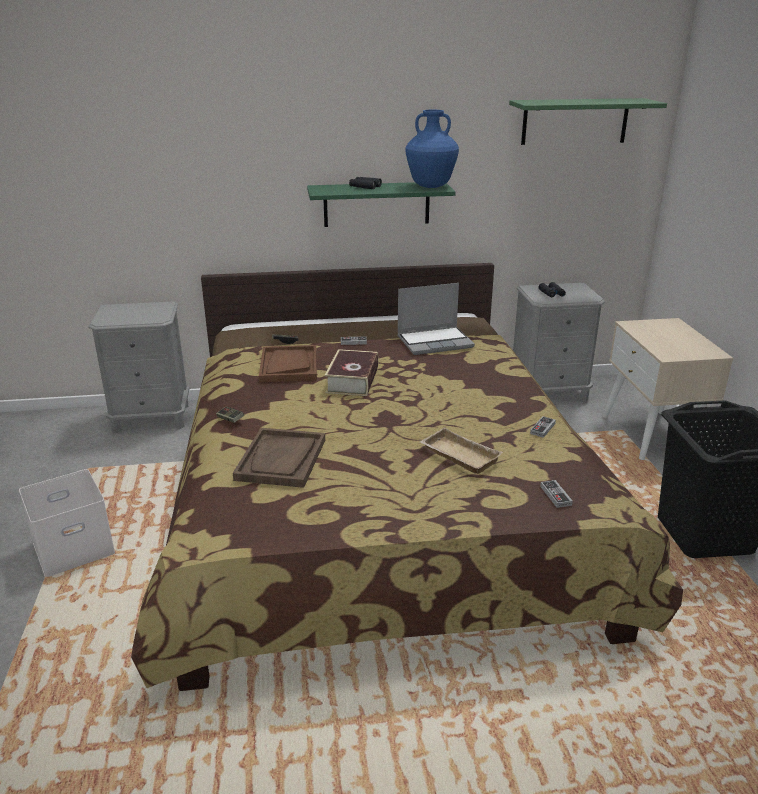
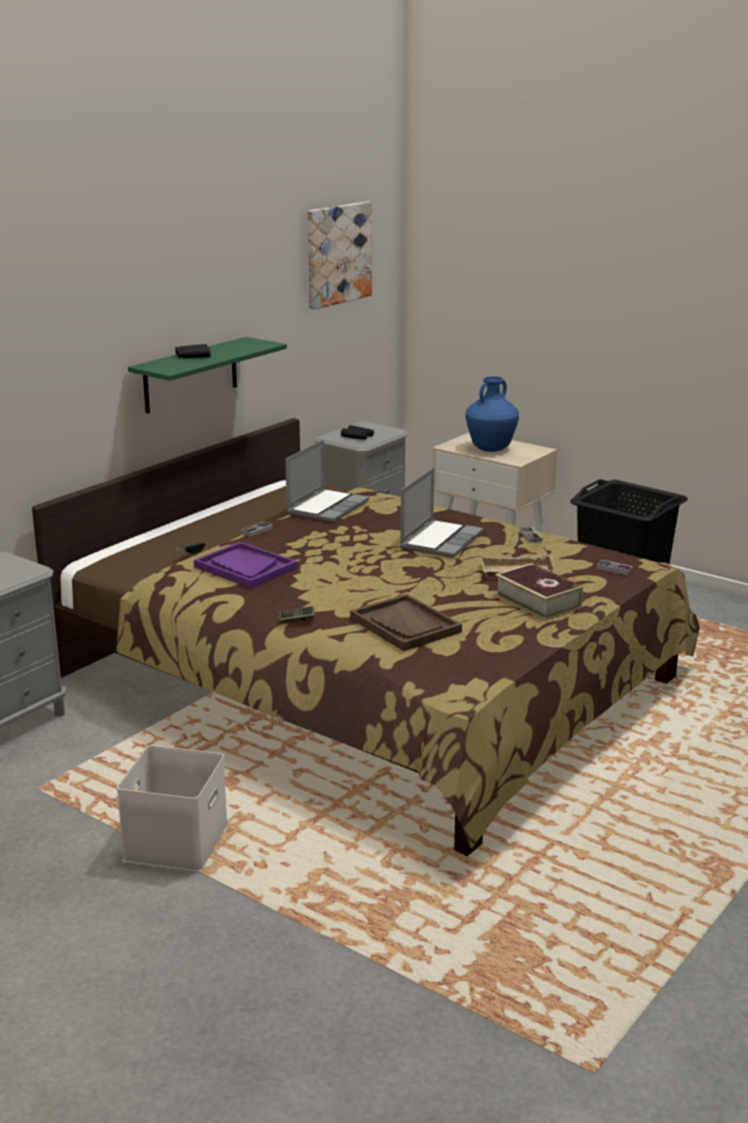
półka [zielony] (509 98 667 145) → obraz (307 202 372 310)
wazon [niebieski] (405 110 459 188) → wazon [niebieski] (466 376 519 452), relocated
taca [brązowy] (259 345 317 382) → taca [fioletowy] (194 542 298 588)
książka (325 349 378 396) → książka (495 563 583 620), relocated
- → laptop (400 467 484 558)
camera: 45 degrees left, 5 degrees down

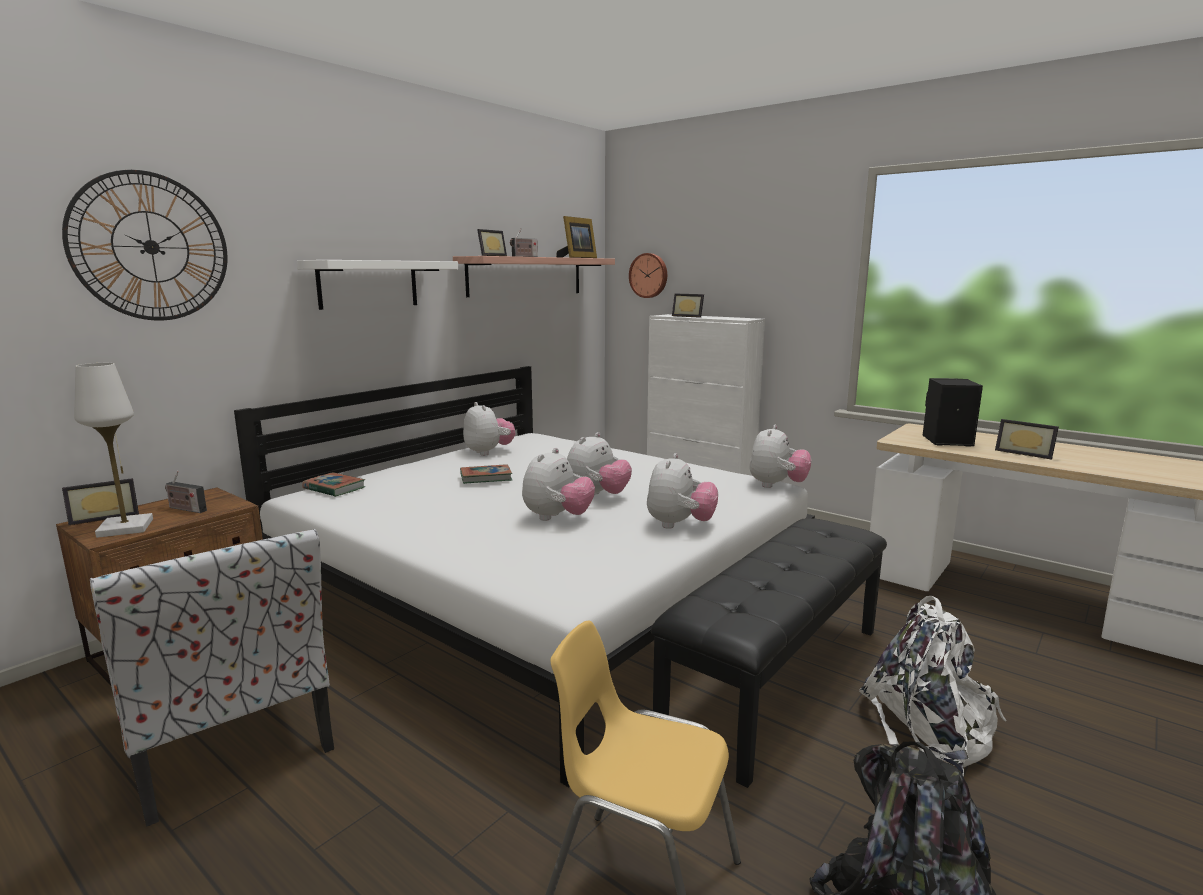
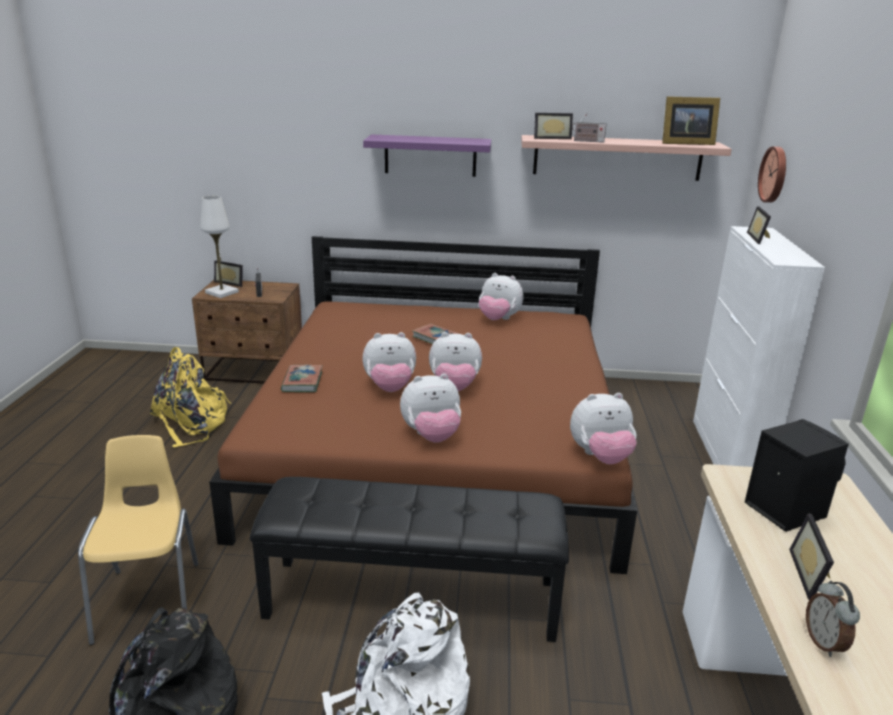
zegar ścienny (62 170 227 321) → -
półka [biały] (297 260 458 310) → półka [fioletowy] (363 134 491 177)
łóżko [biały] (234 366 815 787) → łóżko [brązowy] (209 236 637 574)
pluszak (463 402 515 456) → pluszak (479 273 524 320), 90 degrees clockwise
książka (302 472 365 497) → książka (281 365 323 392), relocated
krzesło (90 529 334 827) → plecak [żółty] (150 347 231 448)
- → budzik (806 581 860 657)
camera: 55 degrees right, 10 degrees up

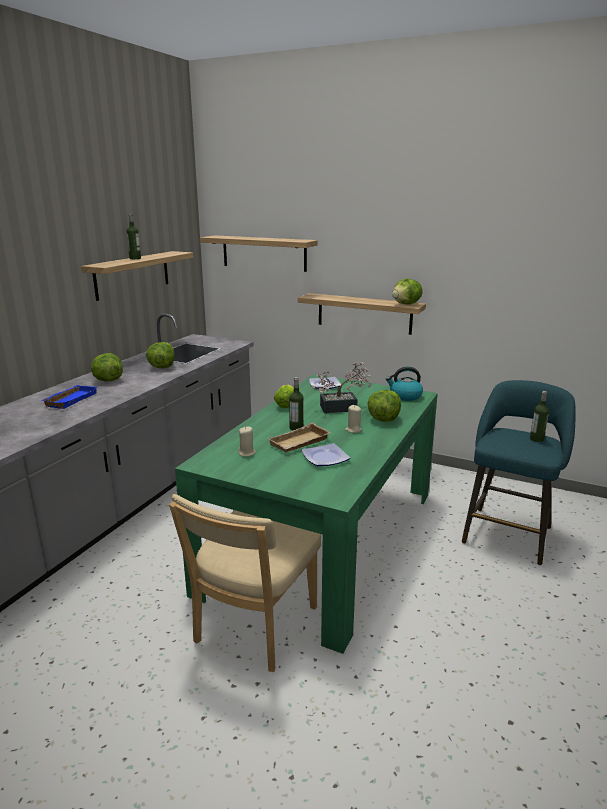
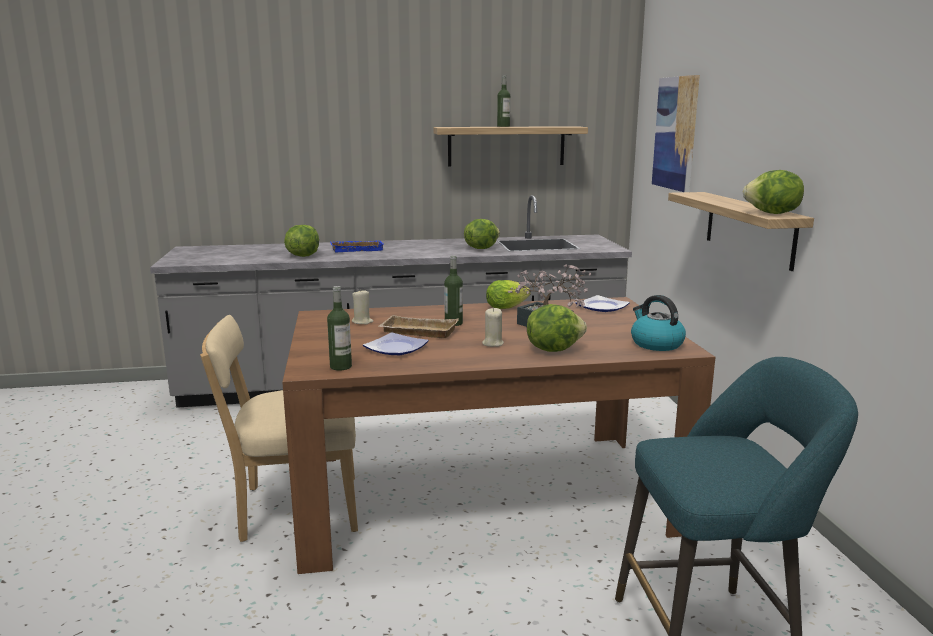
półka (200 235 317 272) → obraz (652 75 700 192)
sałata (91 353 123 381) → sałata (284 225 319 257), relocated
stół jadalny [zielony] (175 374 438 654) → stół jadalny [brązowy] (282 297 715 574)
butelka (530 391 549 442) → butelka (327 286 352 371), relocated
camera: 55 degrees right, 5 degrees down

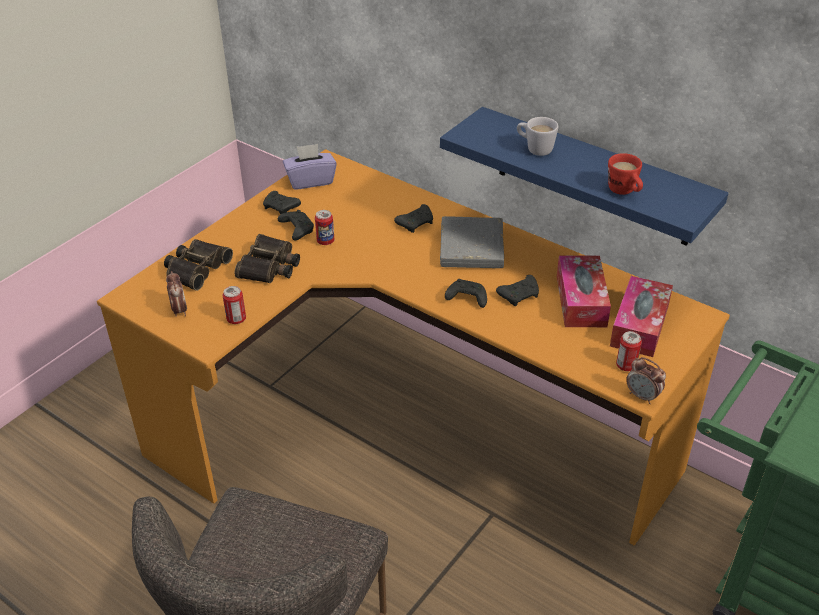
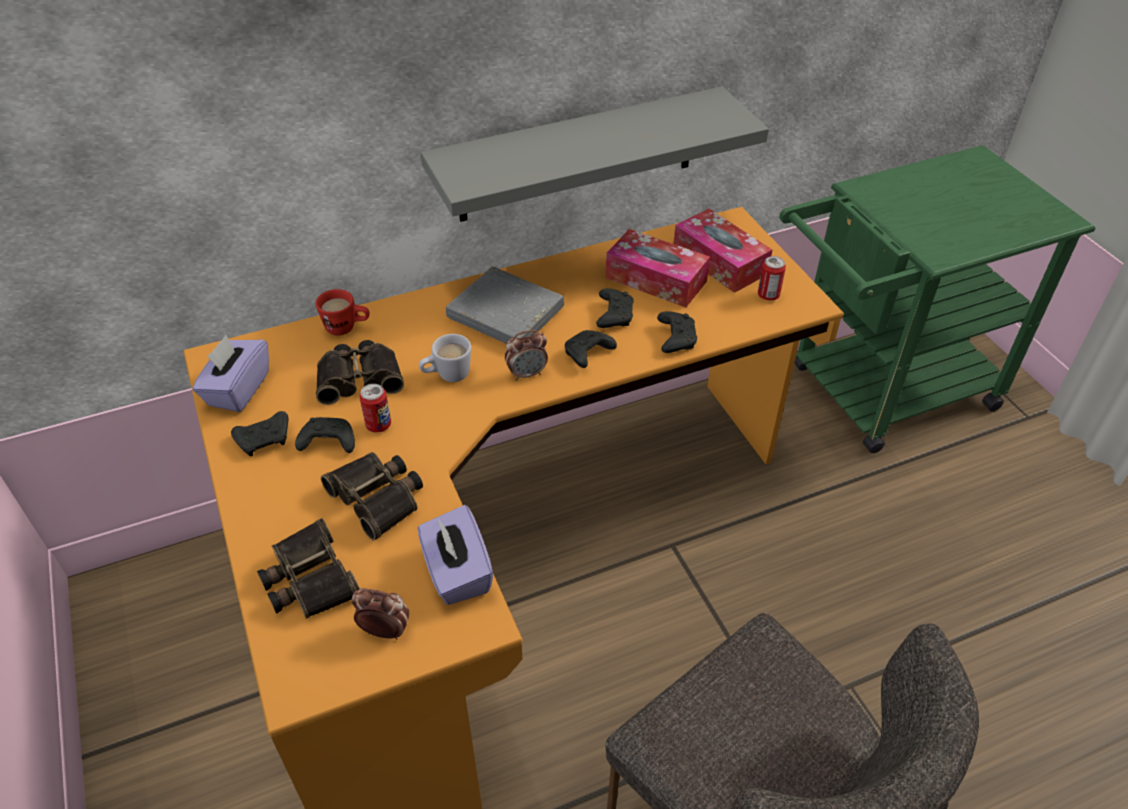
półka [niebieski] (440 107 728 246) → półka [szary] (420 86 769 222)
kubek [biały] (517 117 558 156) → kubek [biały] (419 334 471 382), relocated
kubek [czerwony] (608 153 643 195) → kubek [czerwony] (316 289 370 336), relocated
pad do gier [czarny] (394 204 433 233) → pad do gier [czarny] (657 311 697 353), relocated
puszka (222 286 246 324) → pudełko chusteczek [fioletowy] (418 505 493 605)
budzik (626 357 666 404) → budzik (505 330 548 381), relocated
- → lornetka (316 340 404 405)
camera: 60 degrees left, 5 degrees up

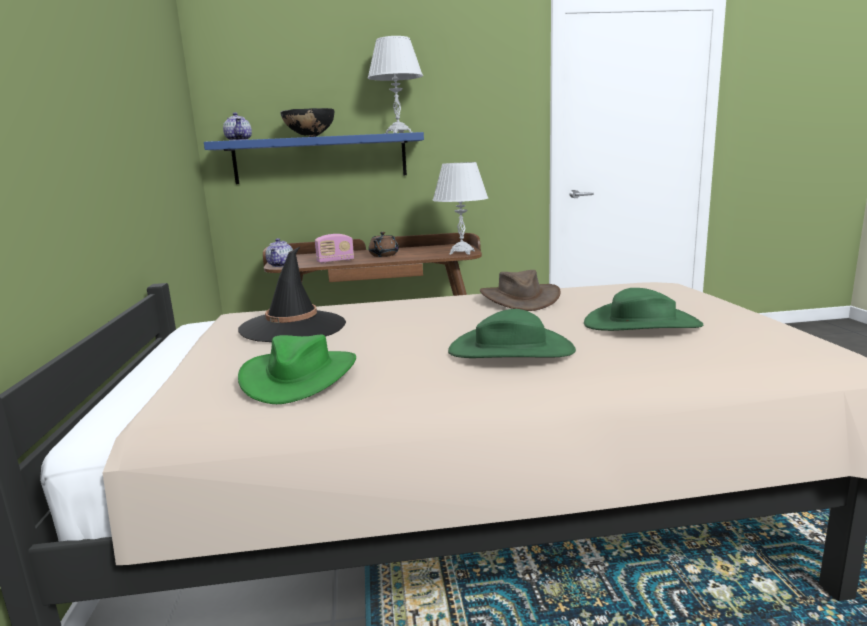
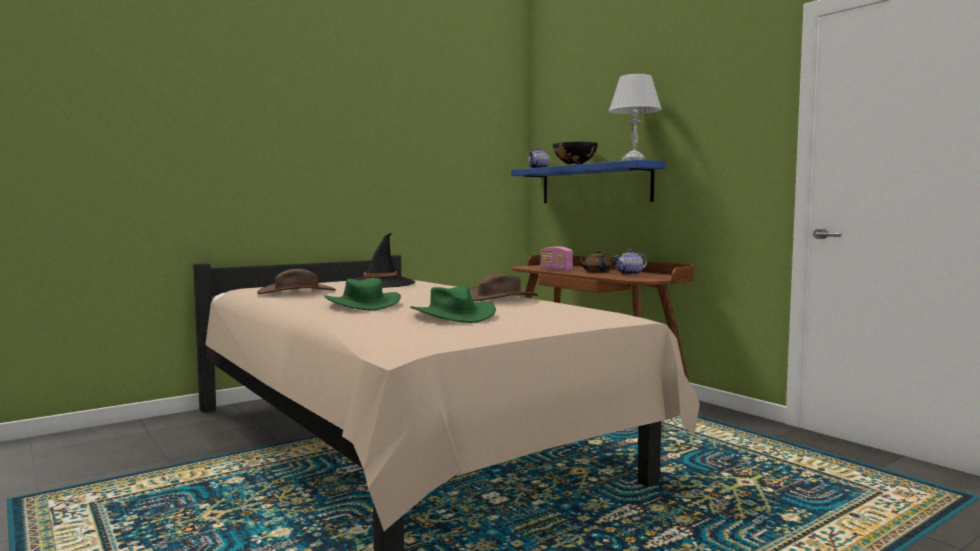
lampa stołowa [biały] (432 162 488 255) → -
imbryk (265 238 293 267) → imbryk (613 249 648 275), relocated
kapelusz [zielony] (238 335 356 404) → kapelusz [brązowy] (257 269 336 294)
camera: 60 degrees right, 10 degrees down

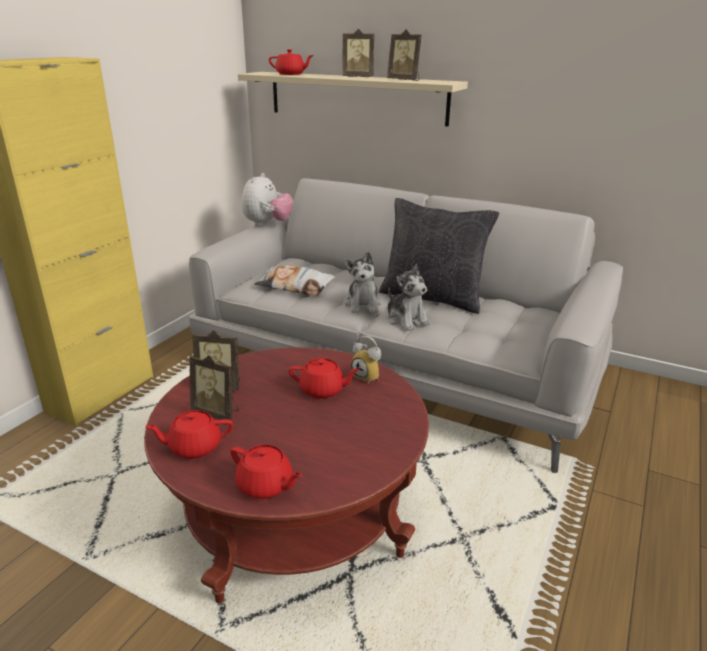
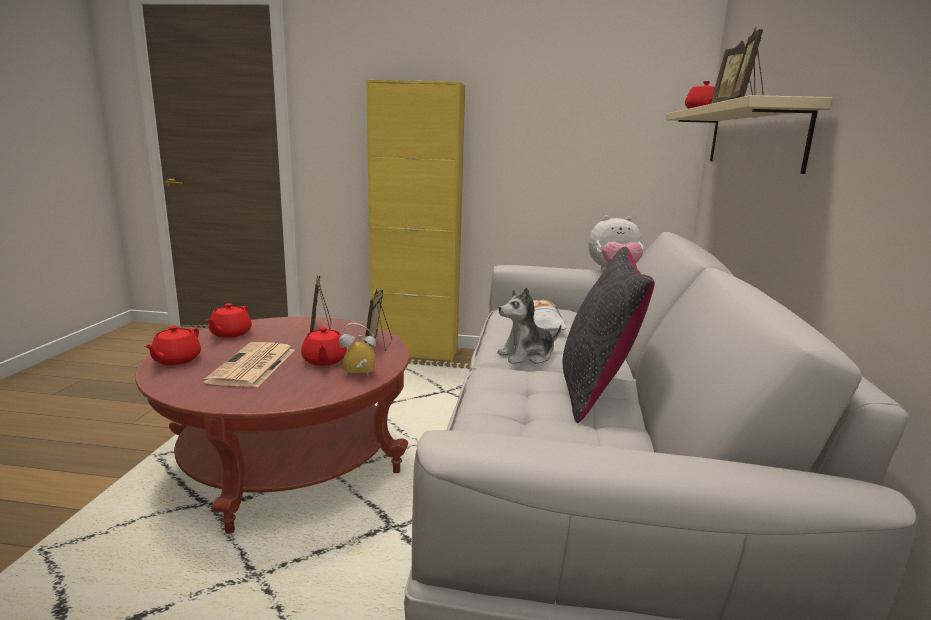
pluszak (387 264 431 331) → -
budzik (351 336 381 384) → budzik (339 323 376 377), 60 degrees clockwise
ramka na zdjęcie (189 355 239 421) → ramka na zdjęcie (364 289 392 351), relocated
imbryk [czerwony] (145 410 233 459) → imbryk [czerwony] (207 303 252 338), 135 degrees counterclockwise
- → gazeta (203 342 295 387)
camera: 70 degrees right, 10 degrees down

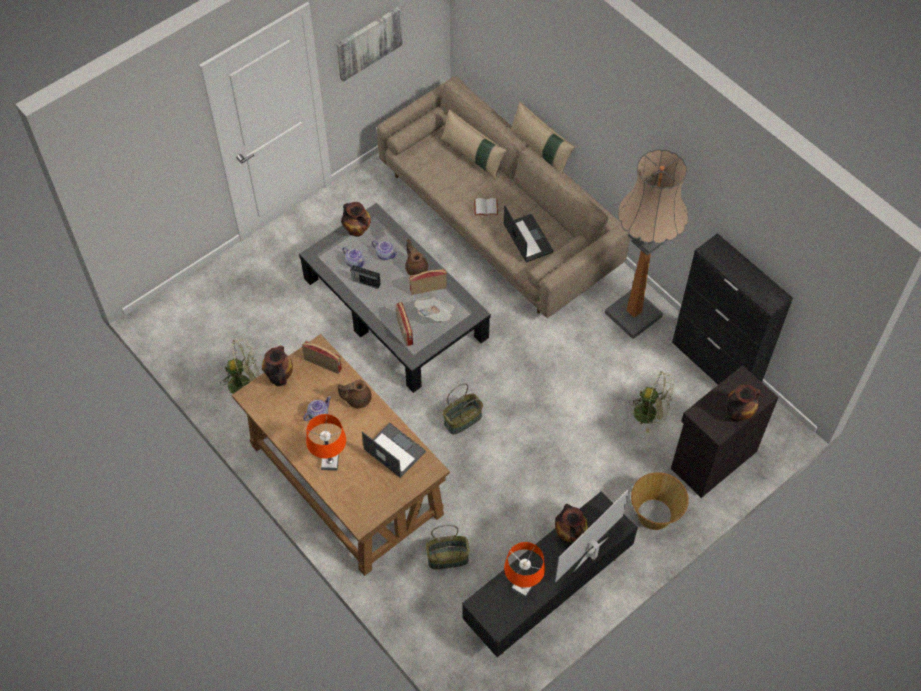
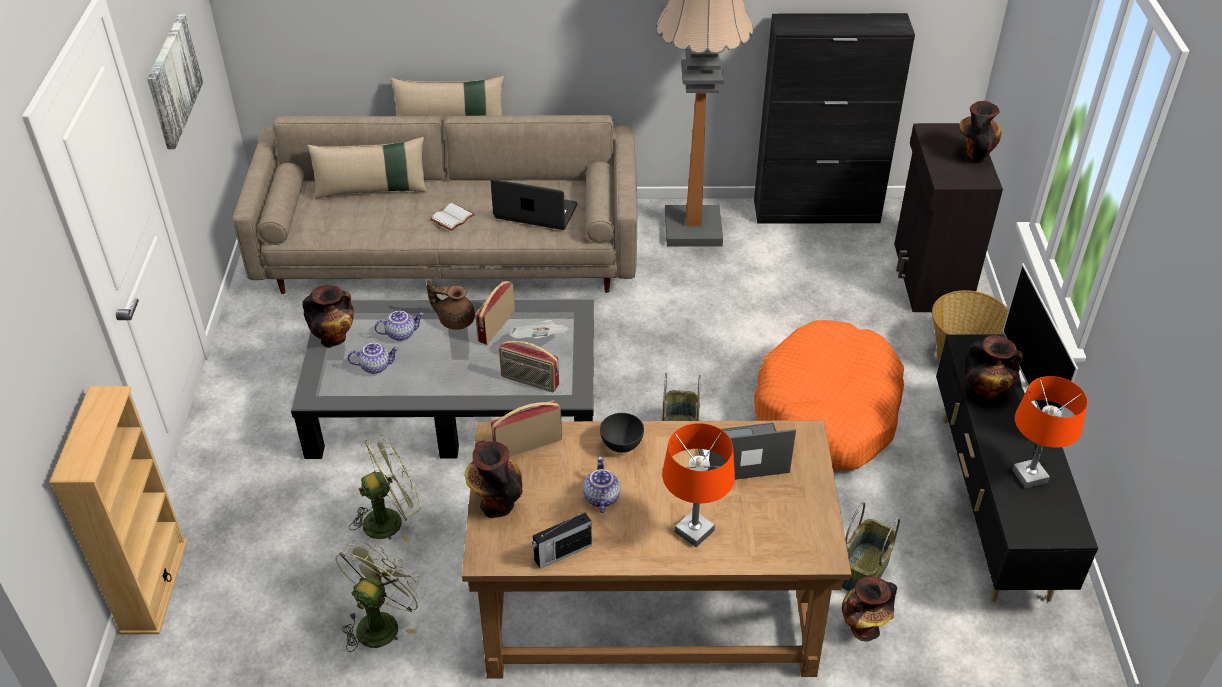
radio (350 265 381 289) → radio (532 512 592 569), relocated
wentylator [zielony] (630 371 674 433) → wentylator [zielony] (349 435 421 543), relocated
imbryk [brązowy] (338 380 372 408) → miska [szary] (600 413 644 453)
- → legowisko [pomarańczowy] (754 320 904 470)
- → regał [beżowy] (49 386 188 634)
- → wazon (842 576 897 642)
camera: 50 degrees left, 15 degrees down

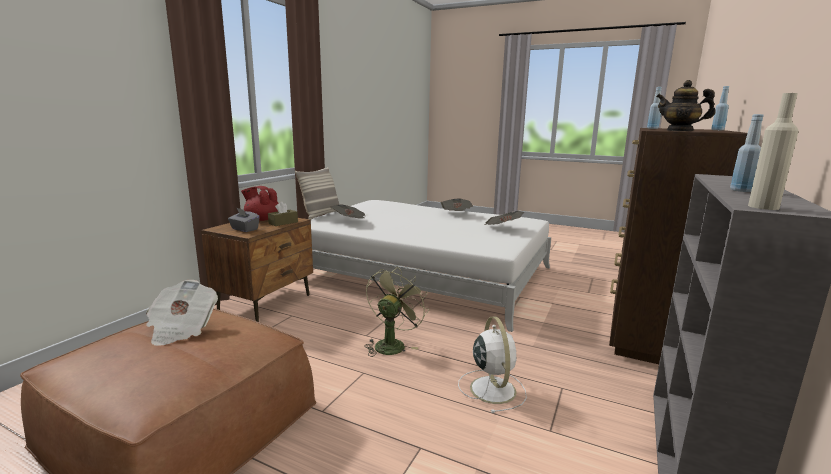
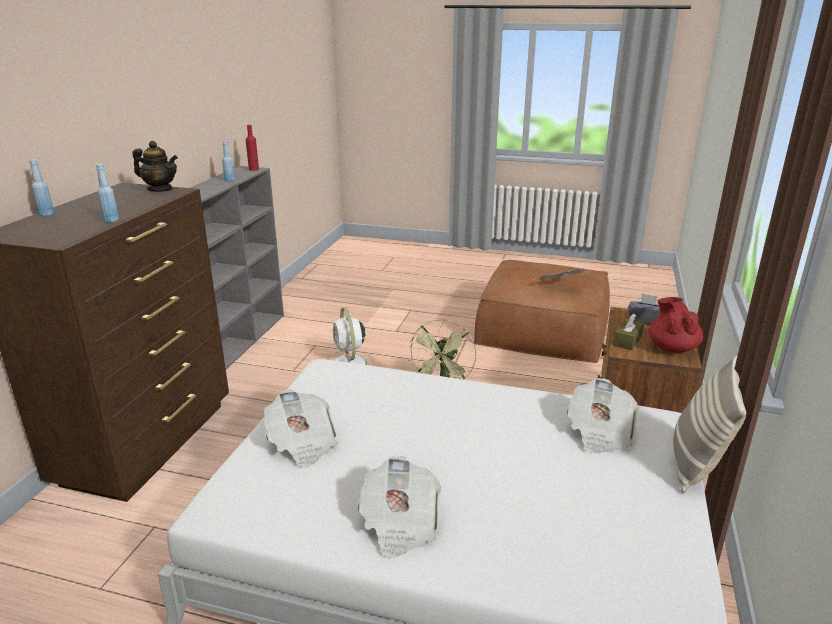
butelka [beżowy] (748 93 799 210) → butelka [czerwony] (246 125 259 171)
imbryk [czerwony] (241 186 279 221) → imbryk [czerwony] (648 297 703 353), 105 degrees counterclockwise
camera: 170 degrees right, 10 degrees up

